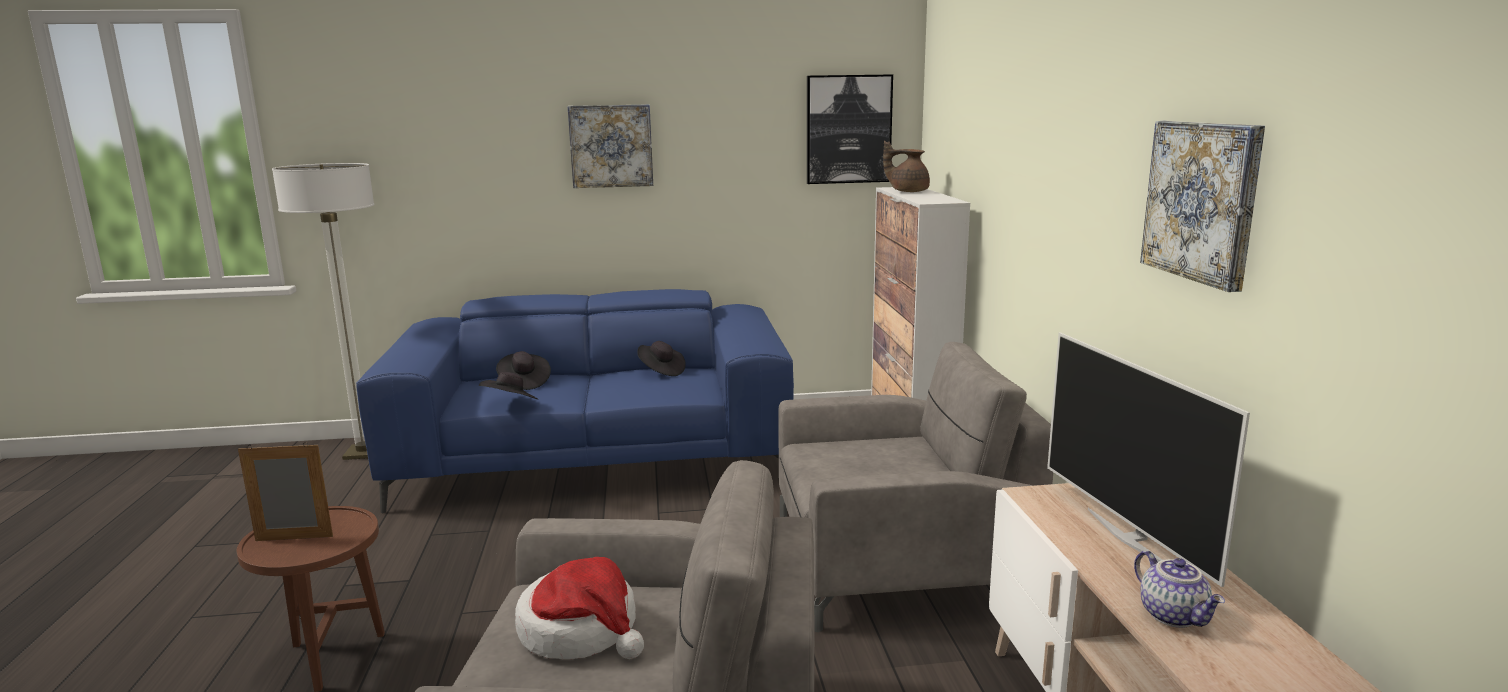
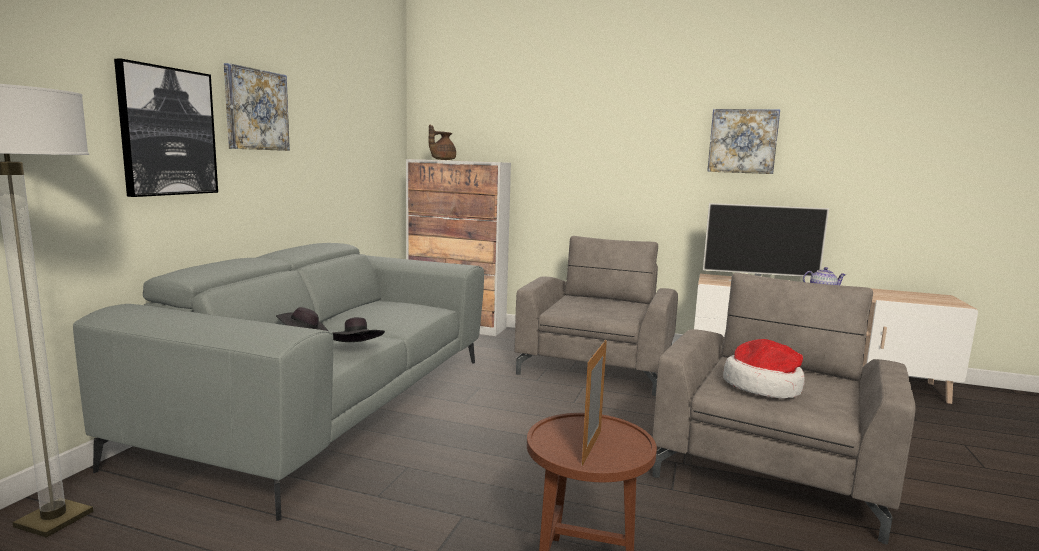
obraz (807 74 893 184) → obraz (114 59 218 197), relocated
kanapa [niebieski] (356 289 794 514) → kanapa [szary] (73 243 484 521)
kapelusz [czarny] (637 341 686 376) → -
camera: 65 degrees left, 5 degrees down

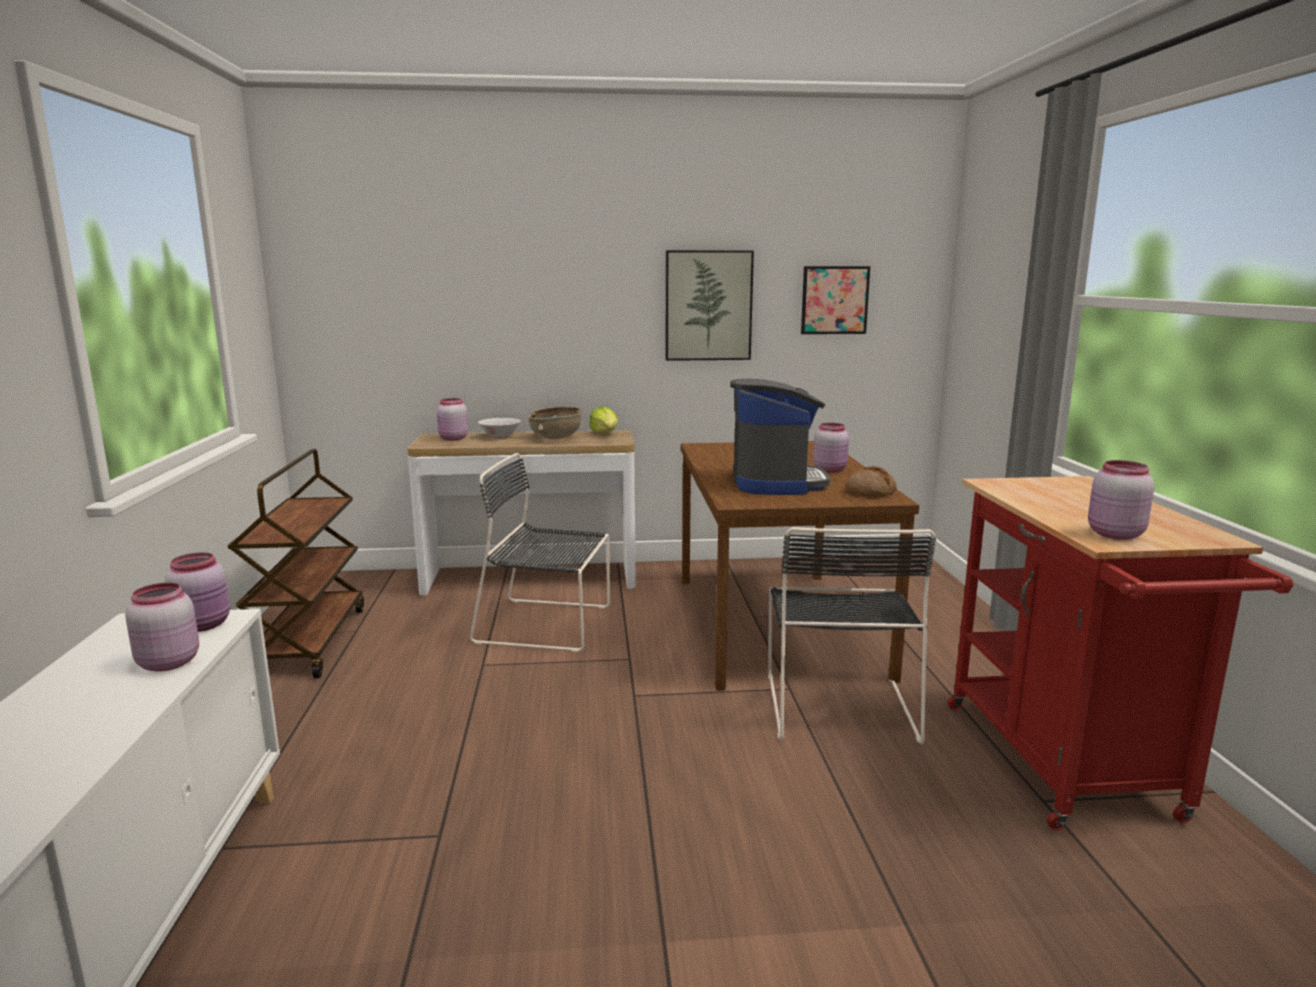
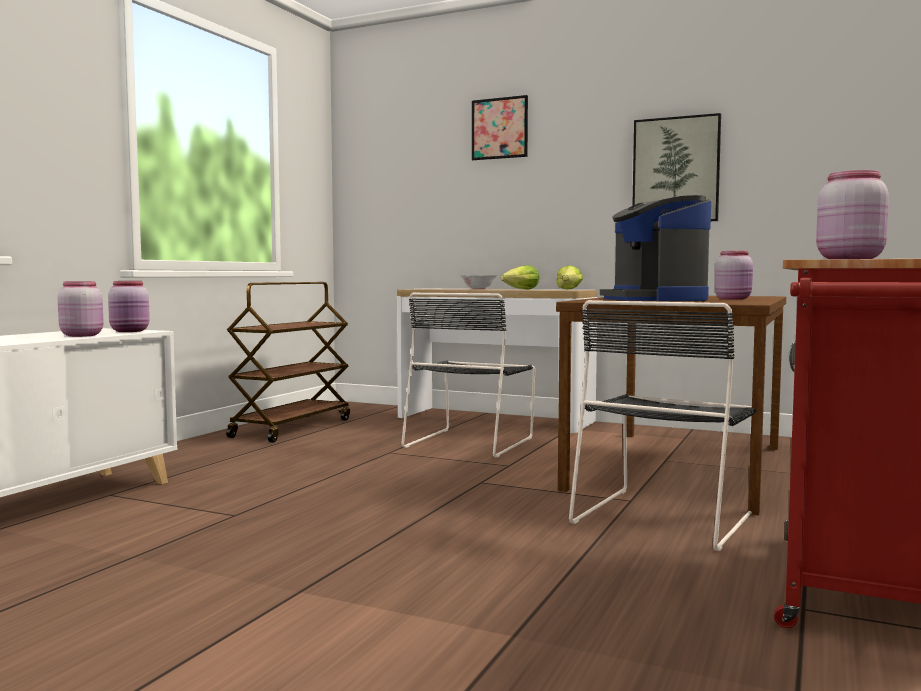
obraz (801 266 870 334) → obraz (472 95 528 160), relocated
ekspres do kawy (730 379 830 495) → ekspres do kawy (600 195 711 301), 135 degrees clockwise
słoik [różowy] (437 398 468 441) → -
miska [brązowy] (528 407 581 439) → sałata (501 265 540 289)
krzesło [czarny] (470 453 610 652) → krzesło [czarny] (401 293 535 458), 105 degrees counterclockwise
chleb (845 466 897 497) → -
camera: 30 degrees right, 10 degrees down

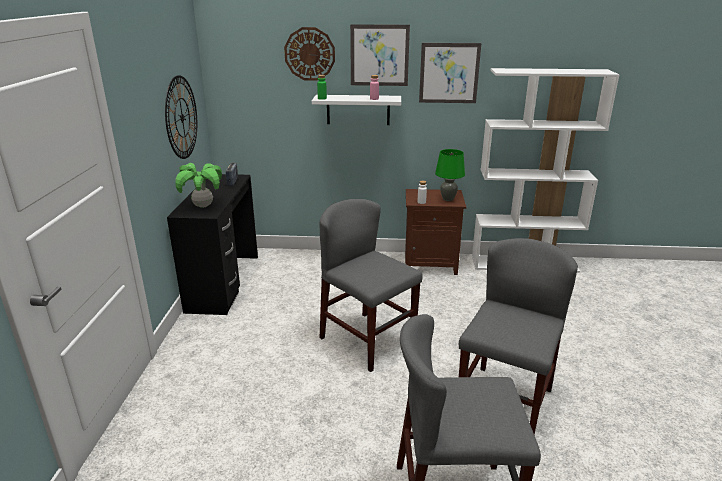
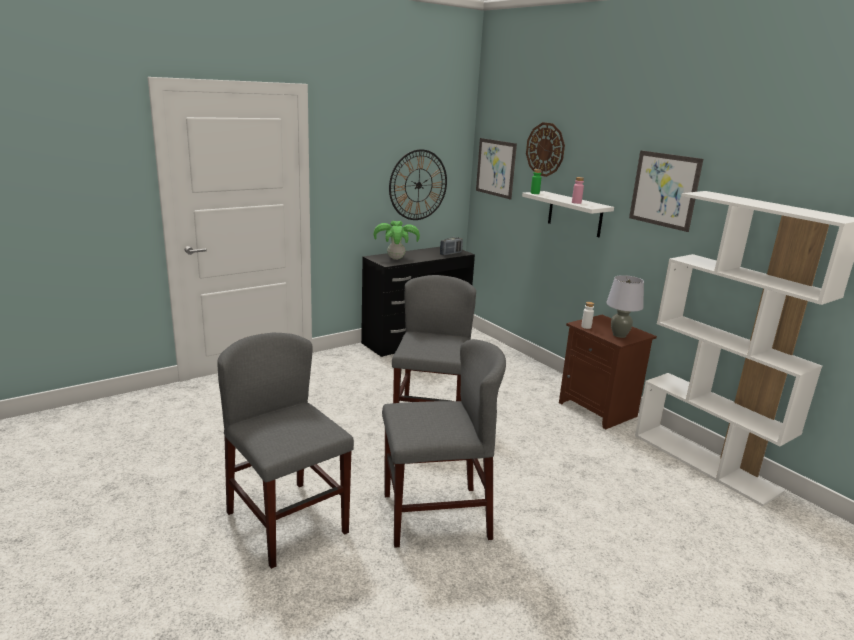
obraz (350 24 410 86) → obraz (476 138 517 199), relocated
lampa stołowa [zielony] (435 149 465 201) → lampa stołowa [szary] (606 275 644 338)
camera: 50 degrees right, 5 degrees down

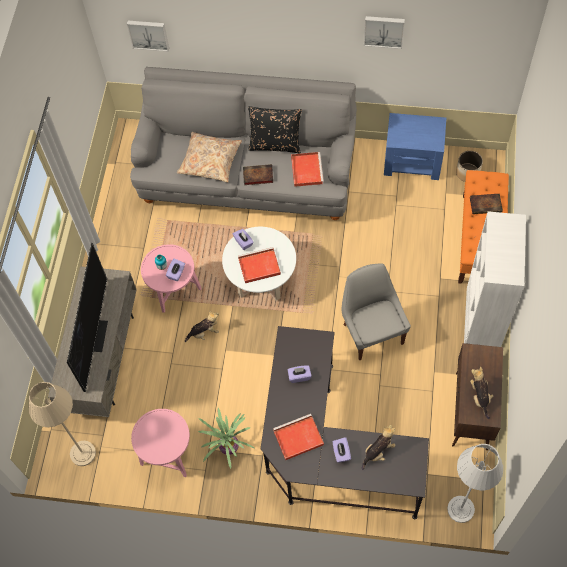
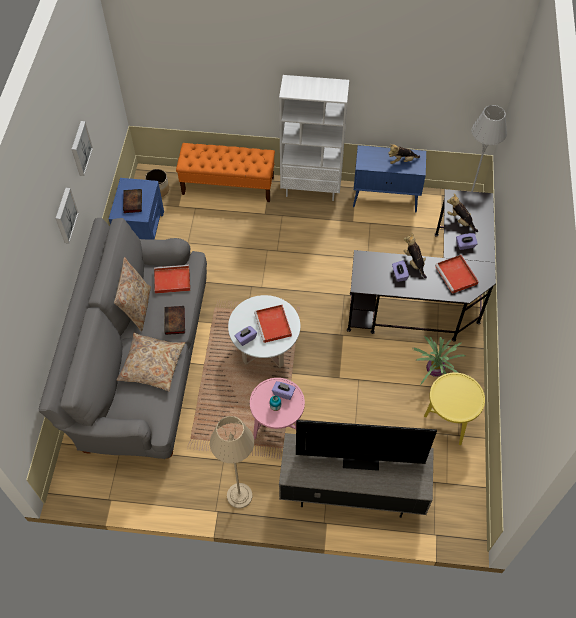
obraz (127 21 169 52) → obraz (55 188 79 243), relocated
poduszka [czarny] (248 106 302 154) → poduszka [beżowy] (114 257 151 332)
książka (470 194 503 214) → książka (123 189 142 213), relocated
krzesło [szary] (342 264 411 360) → -
pluszak (185 310 219 342) → pluszak (404 232 427 279), relocated
szafka [brązowy] (452 343 503 450) → szafka [niebieski] (353 145 426 213)
lampa stojąca [beżowy] (29 382 96 466) → lampa stojąca [beżowy] (210 416 254 509), relocated
stolik [różowy] (131 409 190 477) → stolik [żółty] (424 373 485 445)
camera: 95 degrees left, 5 degrees down

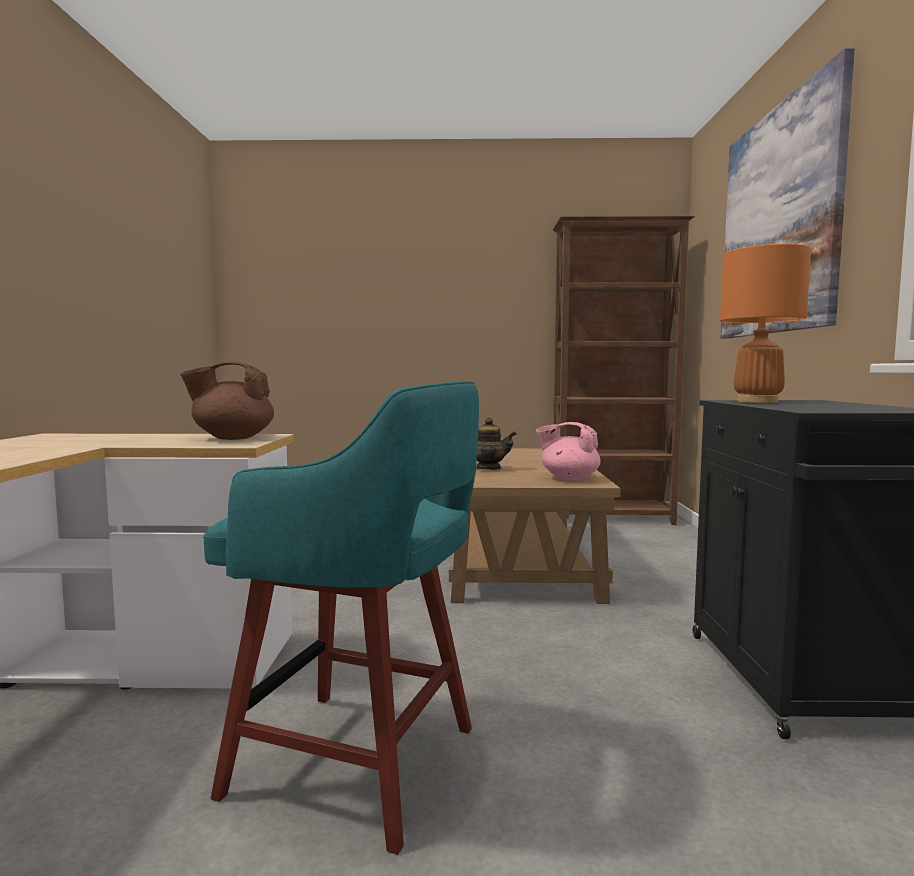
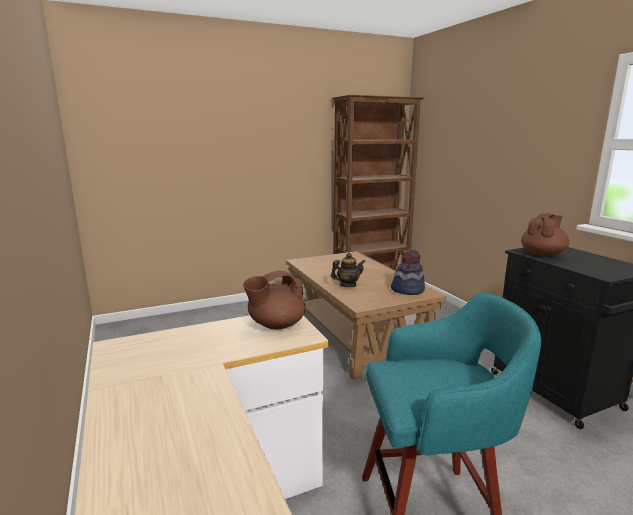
obraz (720 48 855 339) → -
lampa stołowa [pomarańczowy] (720 244 811 403) → imbryk [brązowy] (521 213 569 256)
imbryk [różowy] (536 422 600 481) → kapelusz (391 249 425 295)
camera: 25 degrees left, 10 degrees up

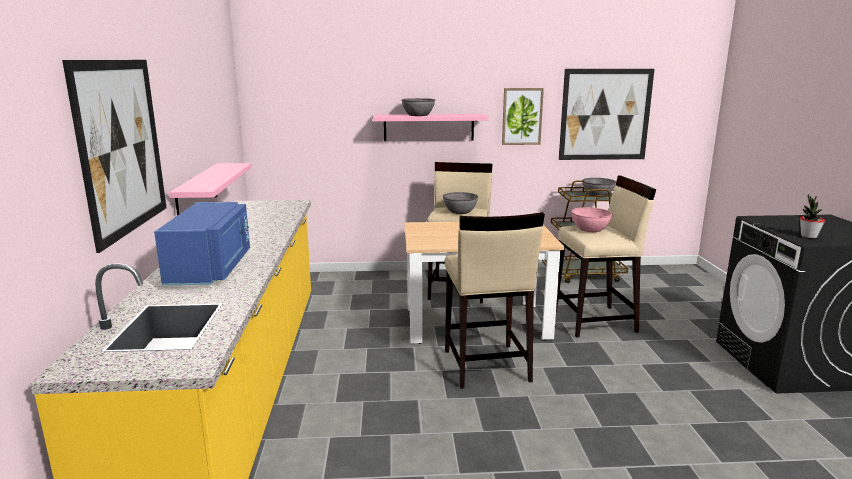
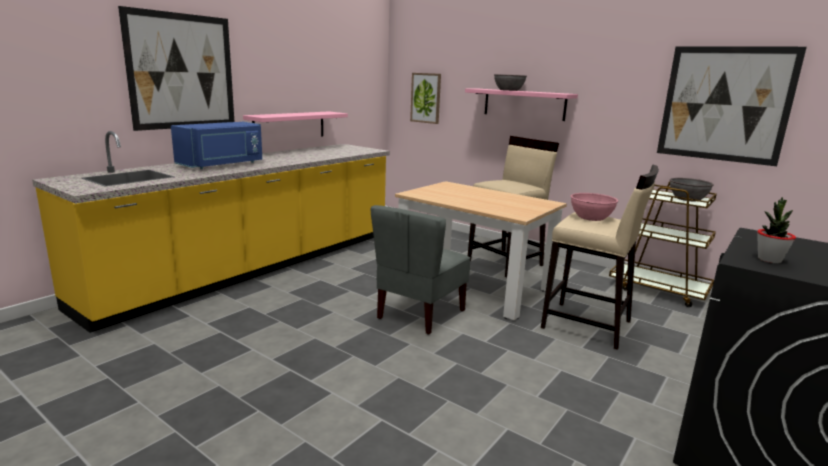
obraz (502 88 544 145) → obraz (410 73 441 124), relocated
miska [szary] (443 192 478 214) → -
stołek [beżowy] (445 212 545 389) → krzesło [szary] (371 205 470 335)
camera: 40 degrees right, 0 degrees up

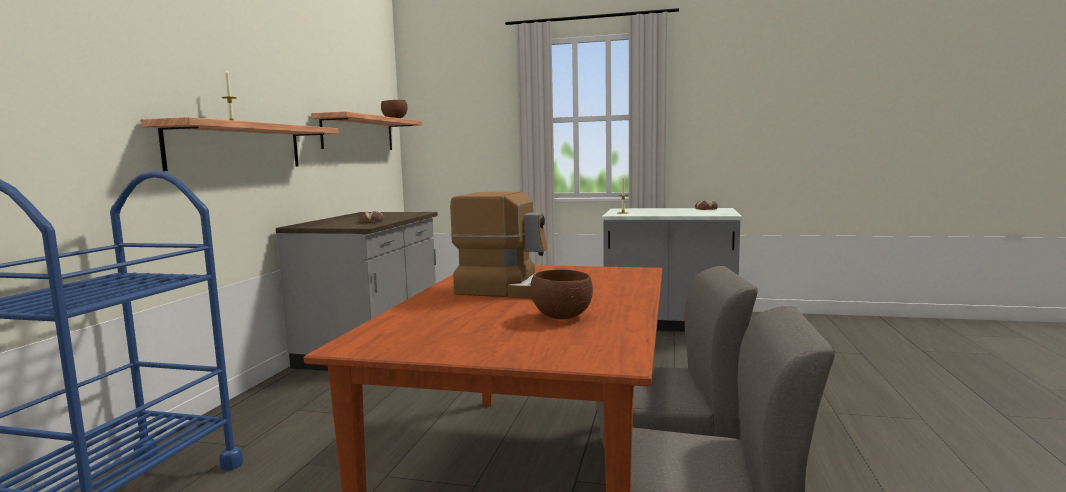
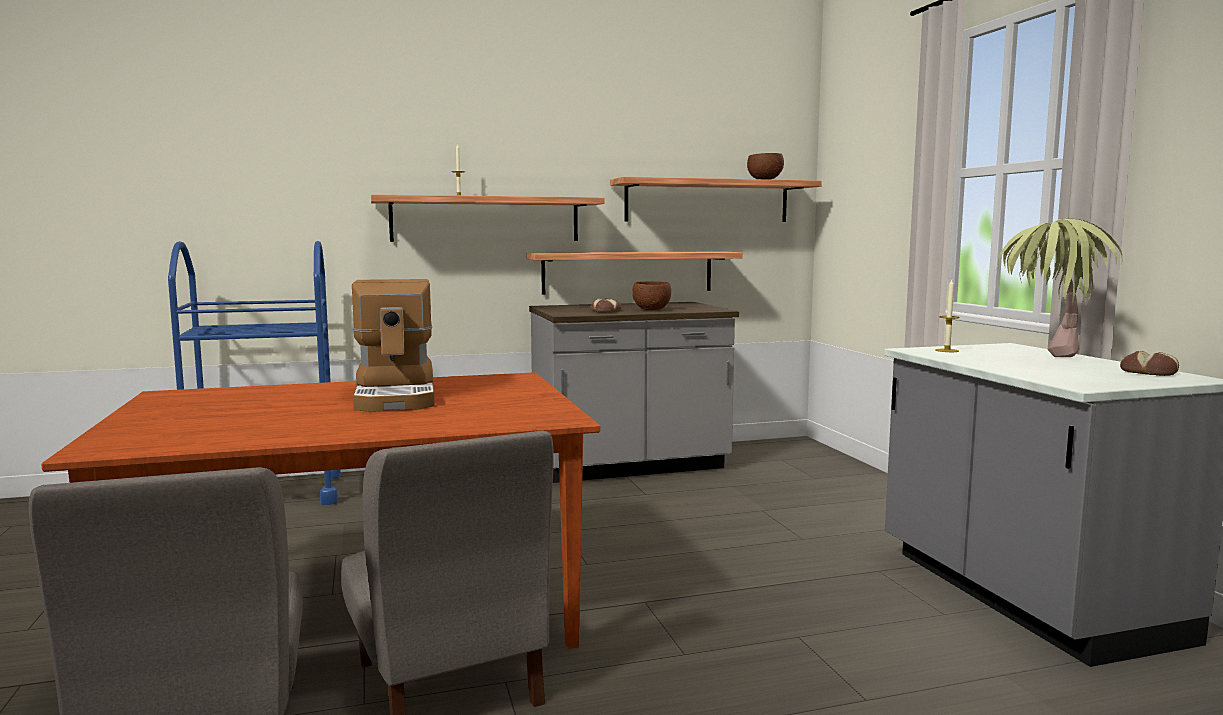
miska [brązowy] (530 270 593 319) → miska [brązowy] (632 281 671 310), relocated
- → roślina doniczkowa (998 219 1122 357)
- → półka (526 251 743 294)
camera: 60 degrees right, 0 degrees up

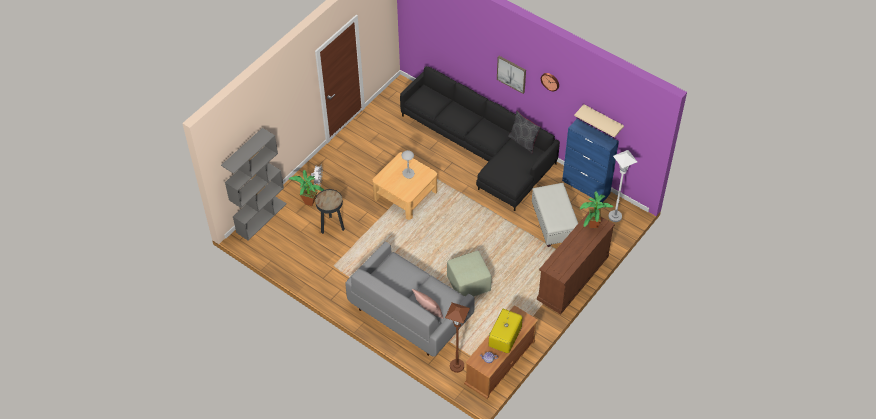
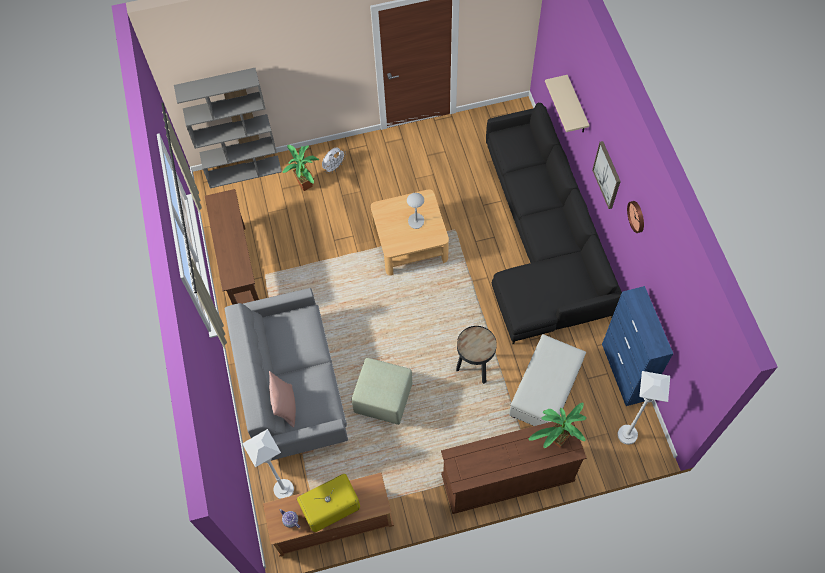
półka [beżowy] (574 105 624 137) → półka [beżowy] (545 75 589 132), relocated
poduszka [szary] (508 111 542 153) → -
stolik [czarny] (315 189 345 234) → stolik [czarny] (456 326 497 384), relocated
lampa stojąca [brązowy] (445 303 470 373) → lampa stojąca [biały] (242 429 294 499)
- → stolik konsolowy [brązowy] (205 189 259 305)
camera: 40 degrees right, 10 degrees up

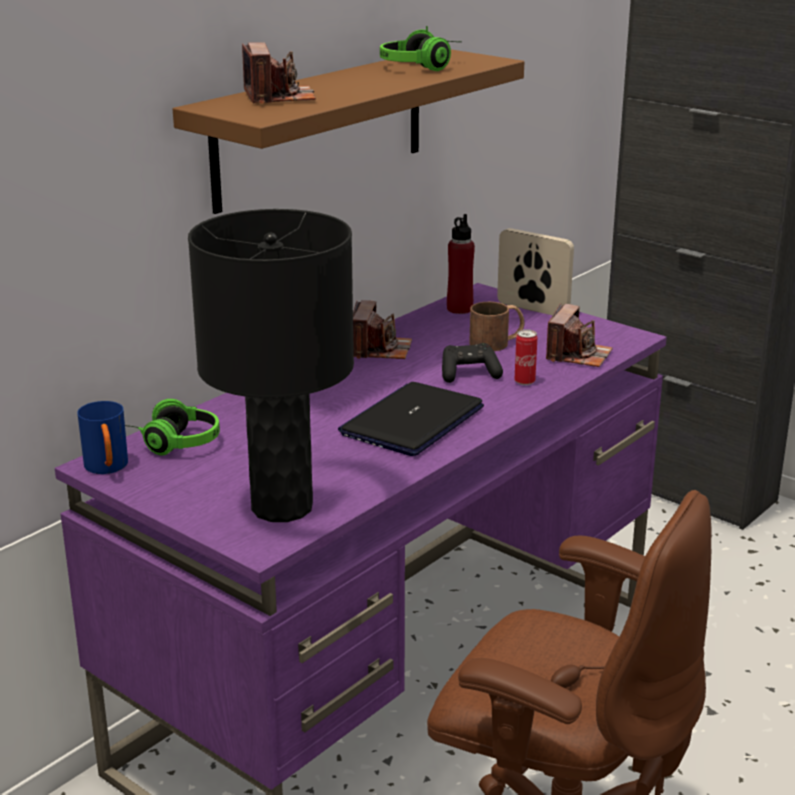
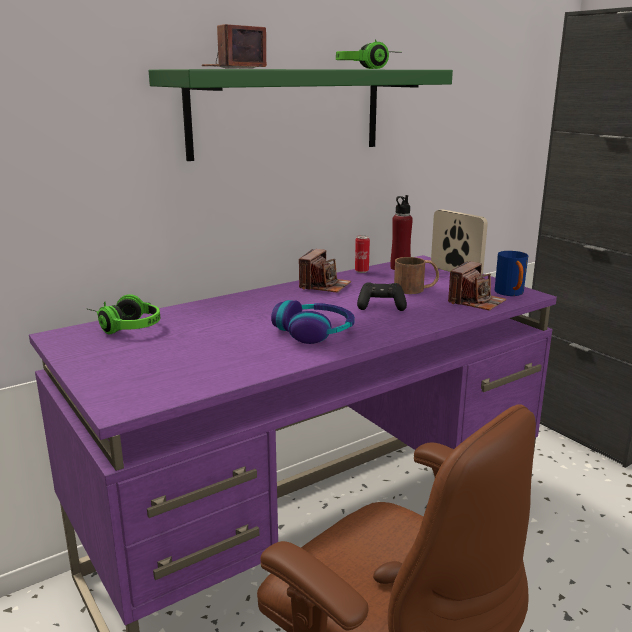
aparat fotograficzny (242 42 316 104) → aparat fotograficzny (202 24 267 69), 135 degrees counterclockwise
półka [brązowy] (173 49 524 214) → półka [zielony] (149 69 453 161)
lampa stołowa [czarny] (188 209 354 522) → -
puszka (514 329 537 385) → puszka (355 235 370 273), relocated
laptop (338 382 484 456) → słuchawki (271 300 355 344)
kubek [niebieski] (77 401 128 474) → kubek [niebieski] (495 251 528 296), relocated
camera: 15 degrees right, 5 degrees down

